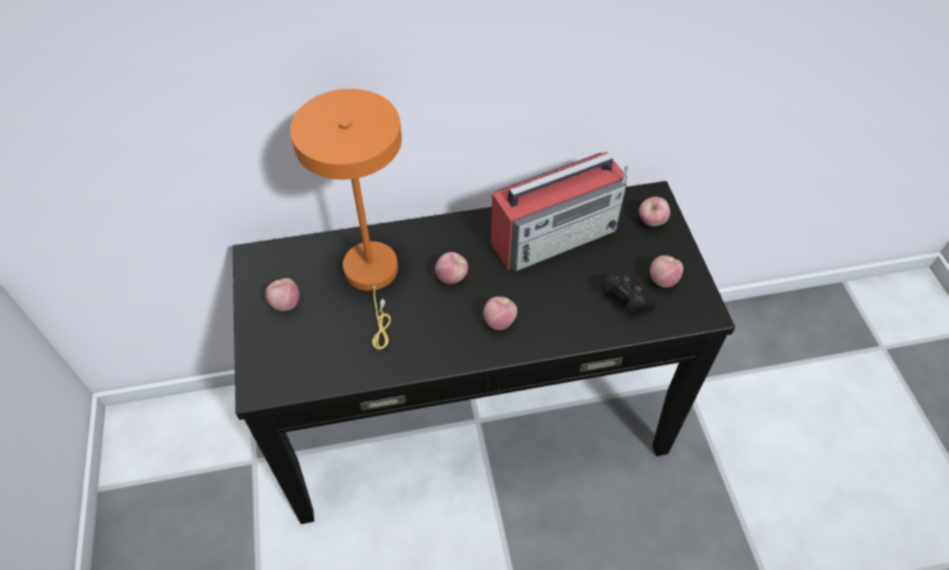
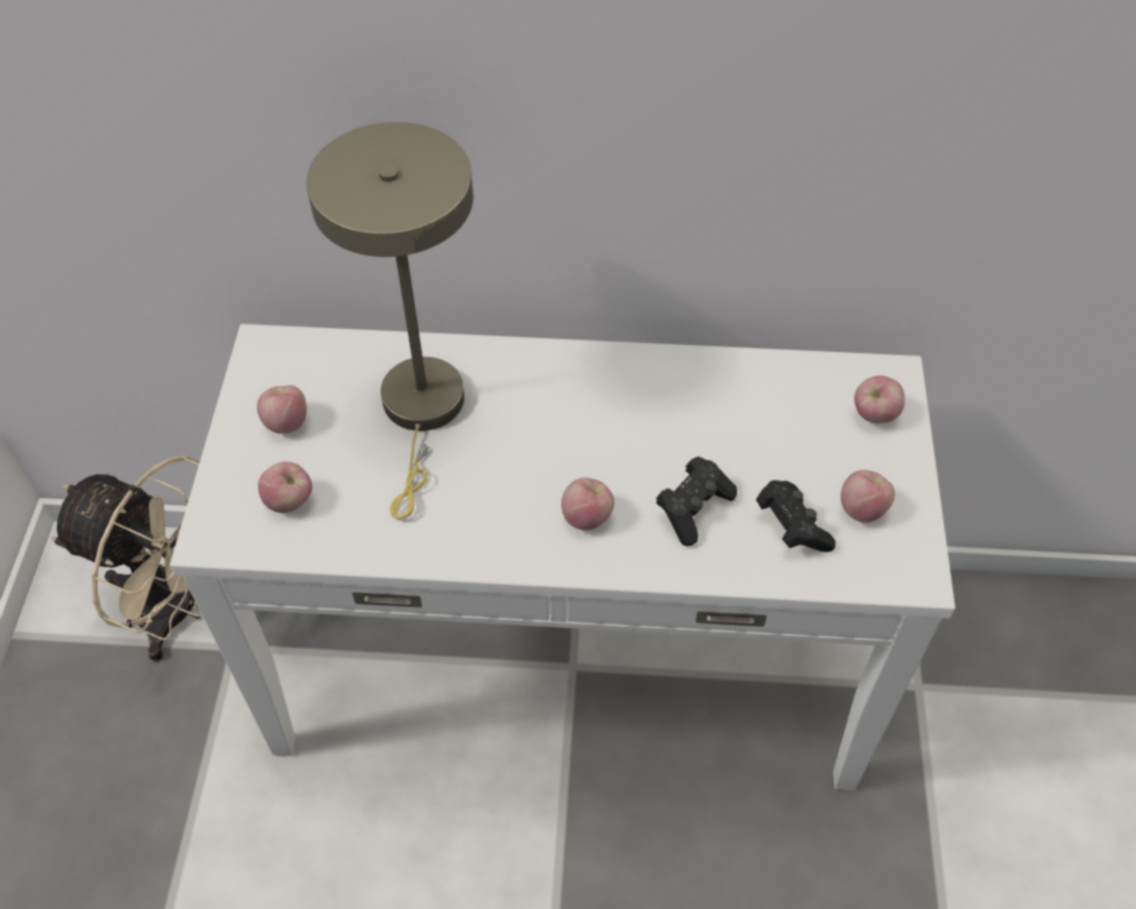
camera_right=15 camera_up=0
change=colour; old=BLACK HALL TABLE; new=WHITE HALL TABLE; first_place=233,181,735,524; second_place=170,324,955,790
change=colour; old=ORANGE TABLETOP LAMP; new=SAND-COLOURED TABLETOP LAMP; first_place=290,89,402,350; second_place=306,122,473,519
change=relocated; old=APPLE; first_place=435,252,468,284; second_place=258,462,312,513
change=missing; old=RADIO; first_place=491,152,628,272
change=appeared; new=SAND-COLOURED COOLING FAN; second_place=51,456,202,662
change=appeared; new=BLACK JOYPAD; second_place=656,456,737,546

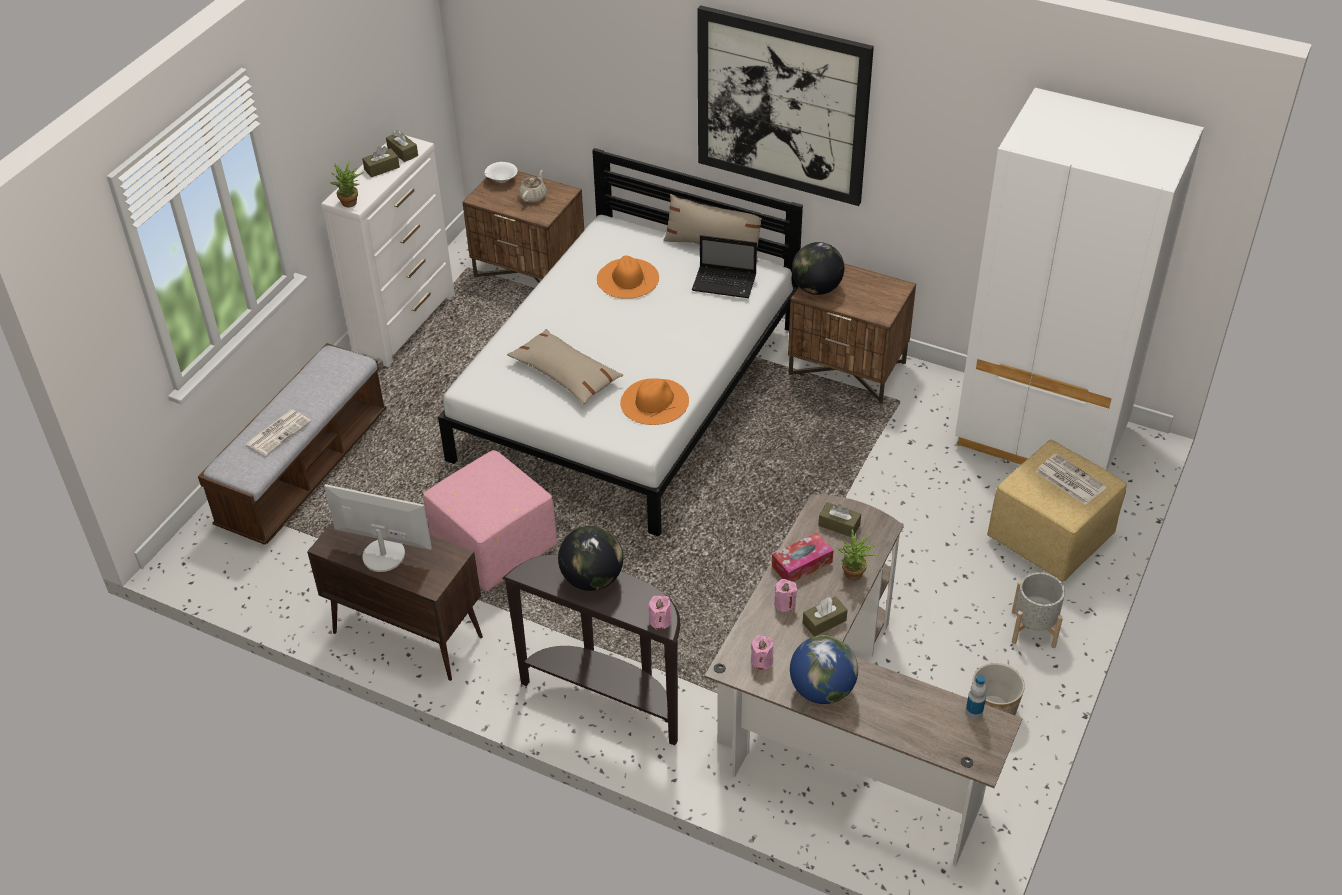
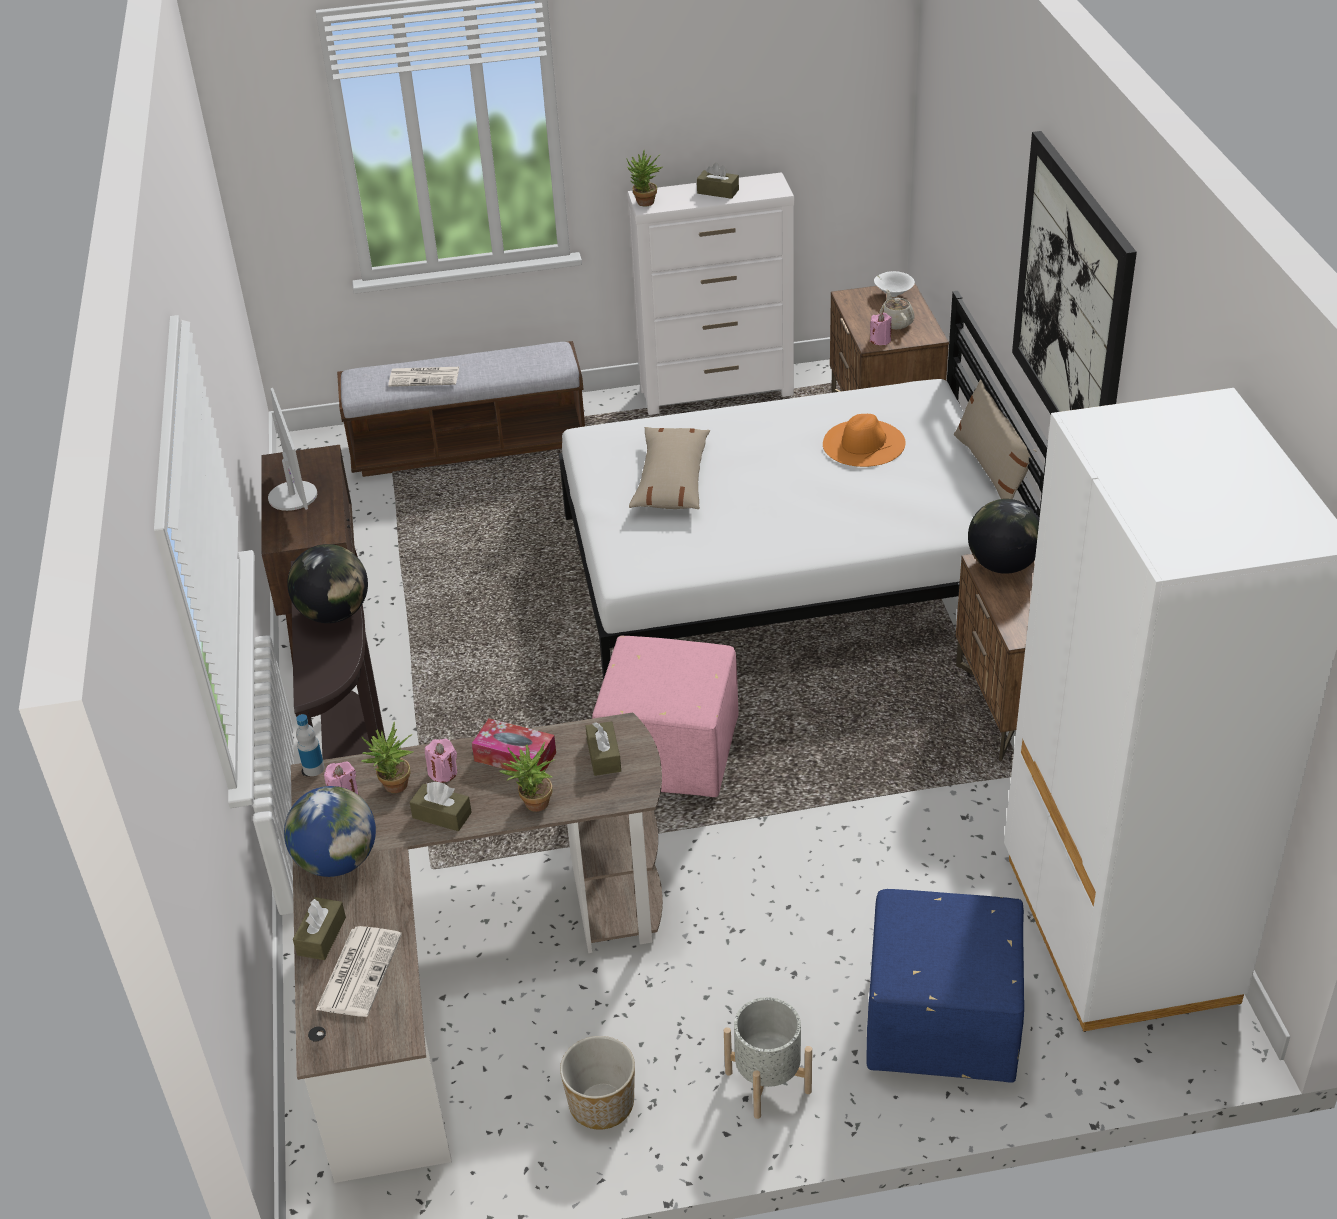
camera_right=55 camera_up=-5
change=relocated; old=BROWNISH BOX OF TISSUES; first_place=386,130,418,162; second_place=293,897,346,960
change=relocated; old=PINKISH OTTOMAN; first_place=423,450,557,591; second_place=592,635,739,797
change=spun; old=SAND-COLOURED TEAPOT; first_place=519,170,547,203; second_place=879,289,915,329; degrees=-90
change=missing; old=ORANGE CLOTHING HAT; first_place=620,378,689,425
change=relocated; old=PINKISH WAX LIGHT; first_place=648,596,672,630; second_place=870,313,892,345
change=missing; old=NOTEBOOK COMPUTER; first_place=692,235,757,298
change=relocated; old=BOTTLE; first_place=965,675,987,720; second_place=296,714,325,776
change=colour; old=YELLOWISH OTTOMAN; new=BLUE-COLOURED OTTOMAN; first_place=987,440,1127,581; second_place=866,889,1024,1083
change=relocated; old=PRINTED PAPER; first_place=1035,453,1107,505; second_place=316,926,402,1017
change=appeared; new=POTTED PLANT; second_place=361,722,414,793

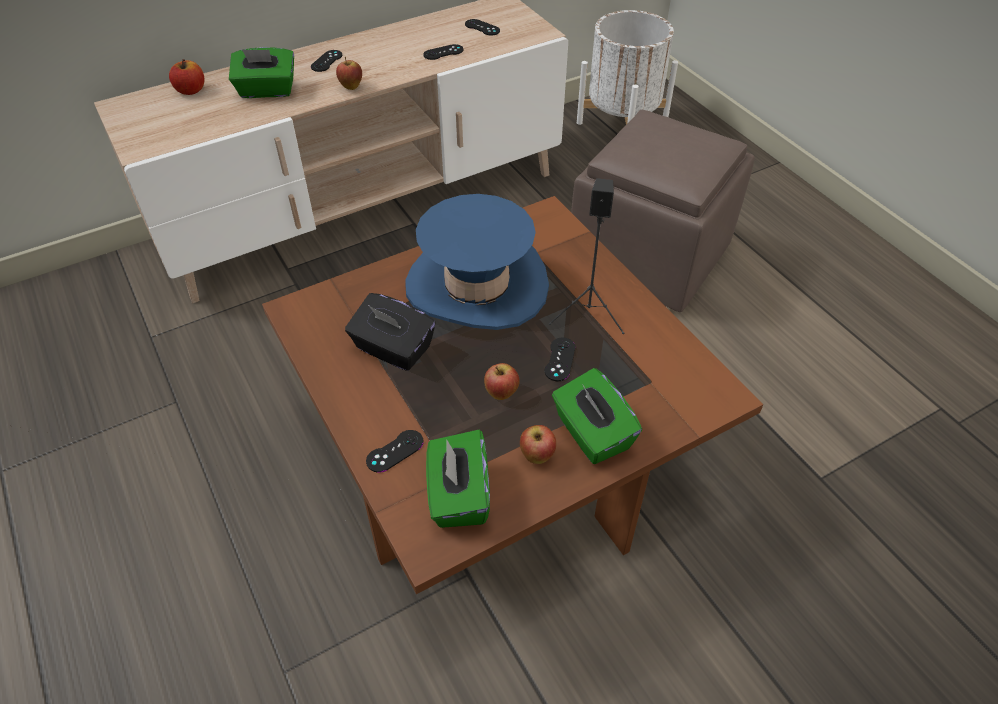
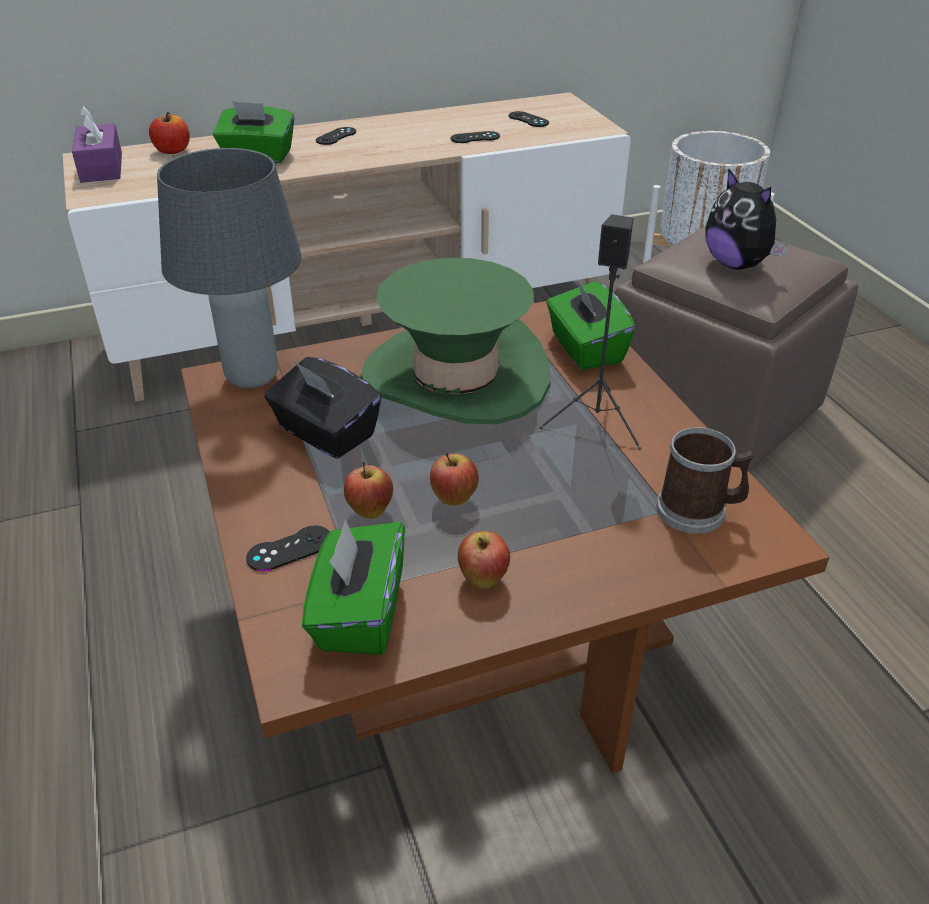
camera_right=10 camera_up=-10
change=relocated; old=APPLE; first_place=336,56,362,90; second_place=344,461,393,519
change=colour; old=BLUE-COLOURED CLOTHING HAT; new=GREEN CLOTHING HAT; first_place=405,194,549,330; second_place=361,258,550,424
change=missing; old=BLACK JOYPAD; first_place=545,337,575,381
change=relocated; old=GREEN BOX OF TISSUES; first_place=552,368,642,464; second_place=546,279,636,370
change=appeared; new=PURPLE-COLOURED BOX OF TISSUES; second_place=72,106,122,183
change=appeared; new=GREY TABLETOP LAMP; second_place=157,148,302,388
change=appeared; new=COFFEE MUG; second_place=656,427,754,534
change=appeared; new=CUDDLY TOY; second_place=705,168,788,270

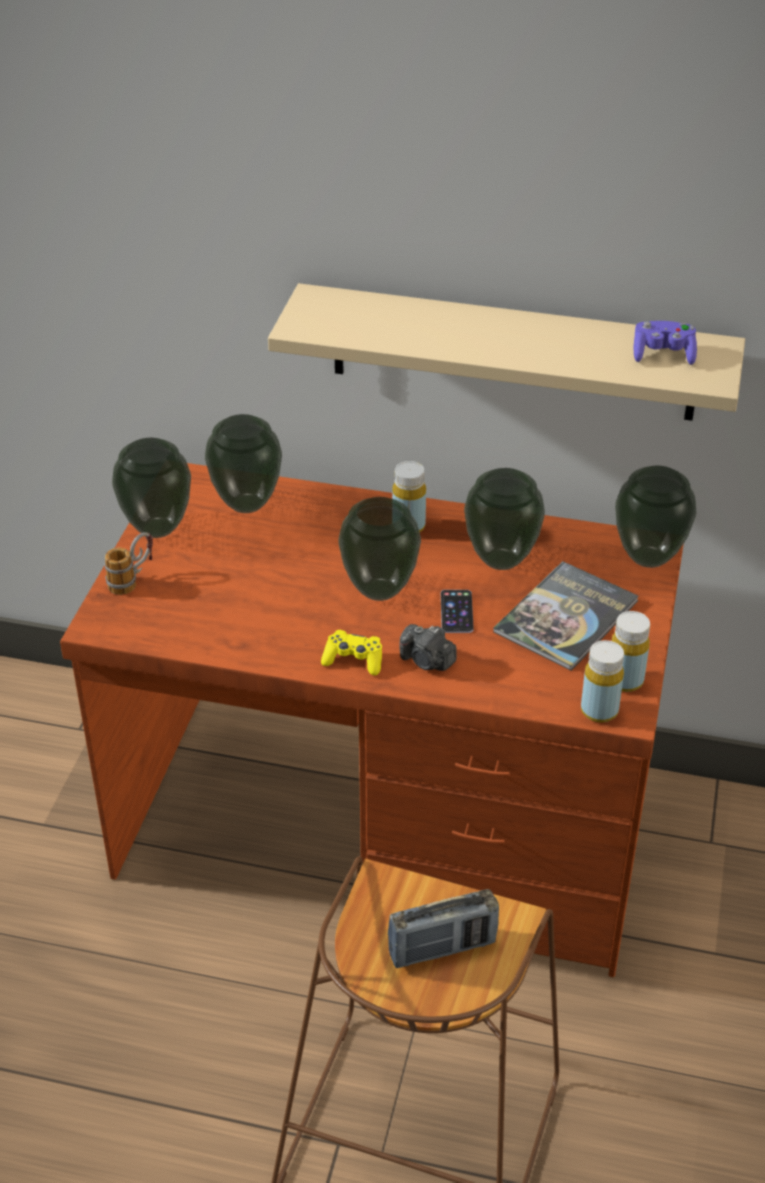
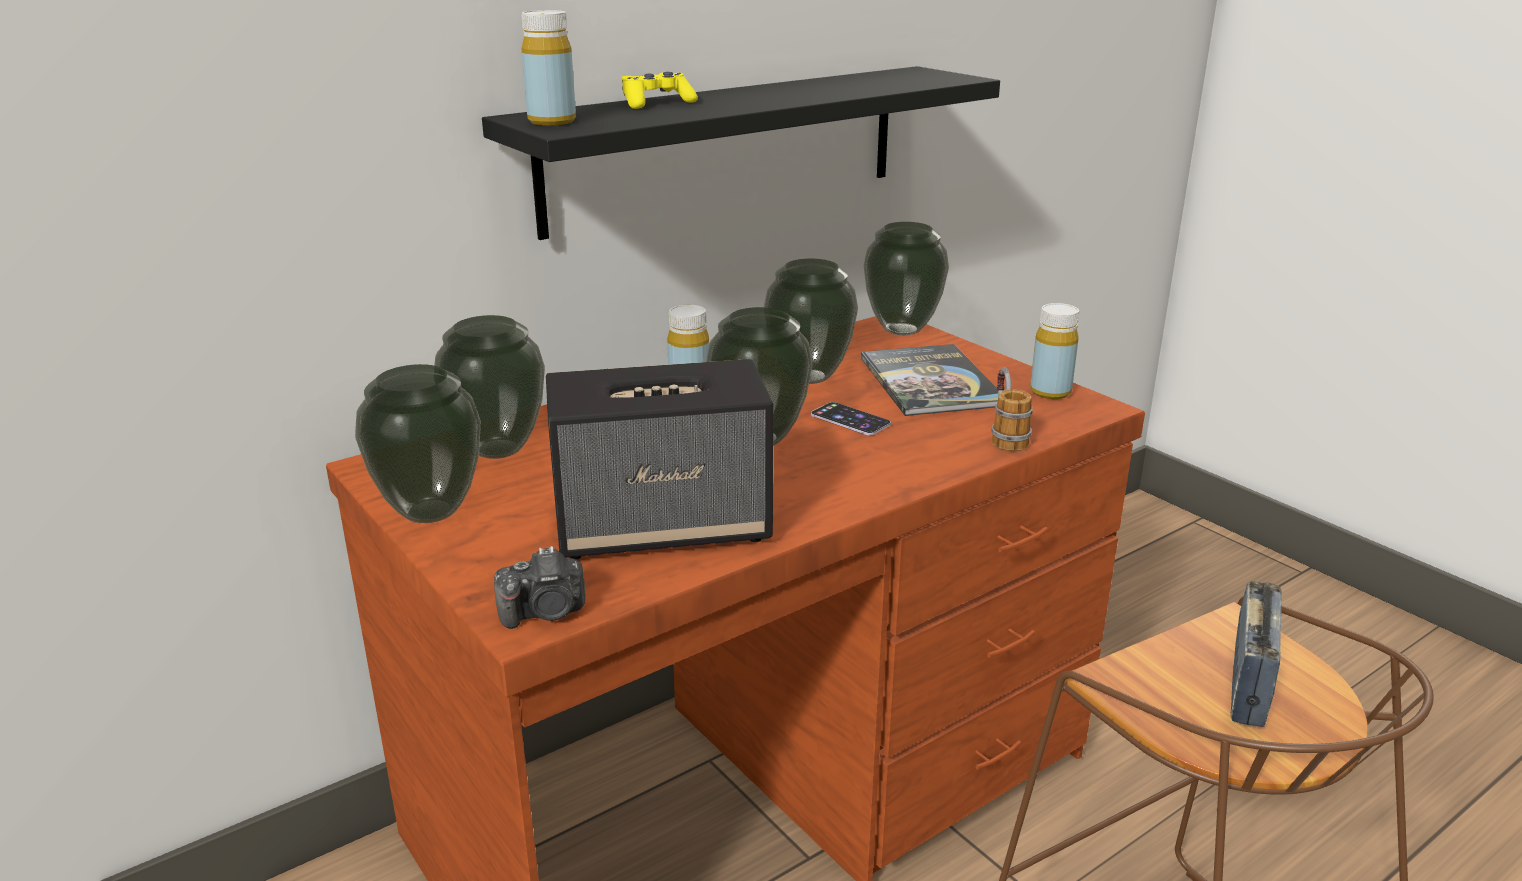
camera_right=-50 camera_up=-15
change=relocated; old=COFFEE MUG; first_place=104,532,153,595; second_place=991,367,1033,451
change=colour; old=SAND-COLOURED BRACKET SHELF; new=BLACK BRACKET SHELF; first_place=268,283,745,421; second_place=482,66,1000,240
change=relocated; old=YELLOWISH JOYPAD; first_place=321,630,382,676; second_place=622,72,698,109
change=relocated; old=STILL CAMERA; first_place=399,624,457,671; second_place=494,546,585,629
change=relocated; old=YELLOWISH BOTTLE; first_place=581,640,624,723; second_place=521,10,576,126
change=missing; old=PURPLE-COLOURED JOYPAD; first_place=633,321,697,365
change=appeared; new=LOUDSPEAKER; second_place=546,359,773,559

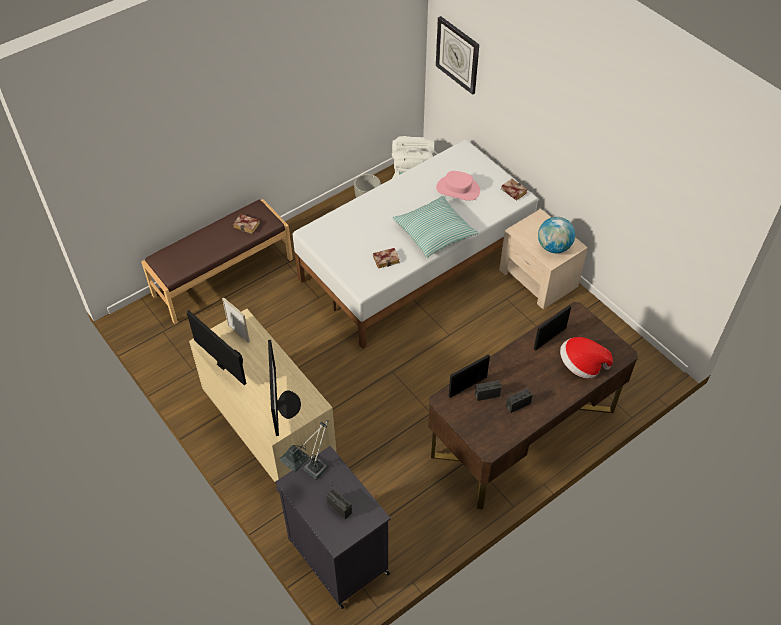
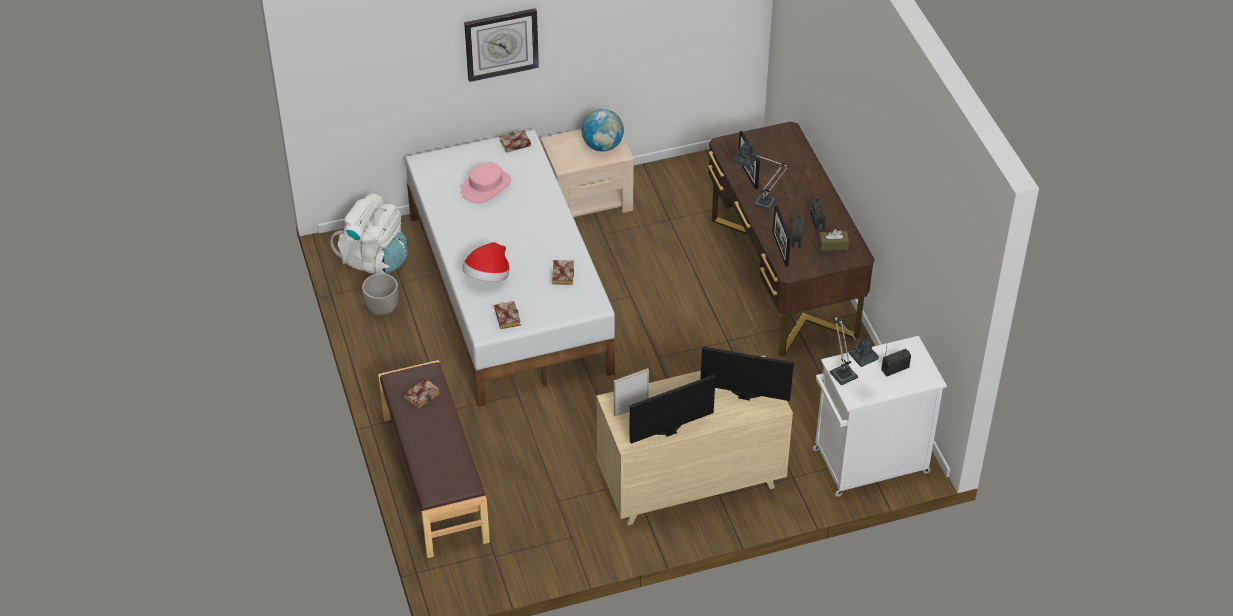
camera_right=-70 camera_up=-5
change=colour; old=BLACK CABINET; new=WHITE CABINET; first_place=275,446,391,609; second_place=812,336,947,497
change=missing; old=CUSHION; first_place=393,196,479,258
change=relocated; old=CLOCK ON THE WALL; first_place=436,16,479,95; second_place=464,8,539,82
change=relocated; old=CLOTHING HAT; first_place=560,337,613,378; second_place=462,242,510,282
change=appeared; new=BOOK; second_place=494,301,521,329
change=appeared; new=TABLETOP LAMP; second_place=732,142,789,211
change=appeared; new=BROWNISH BOX OF TISSUES; second_place=819,229,849,251

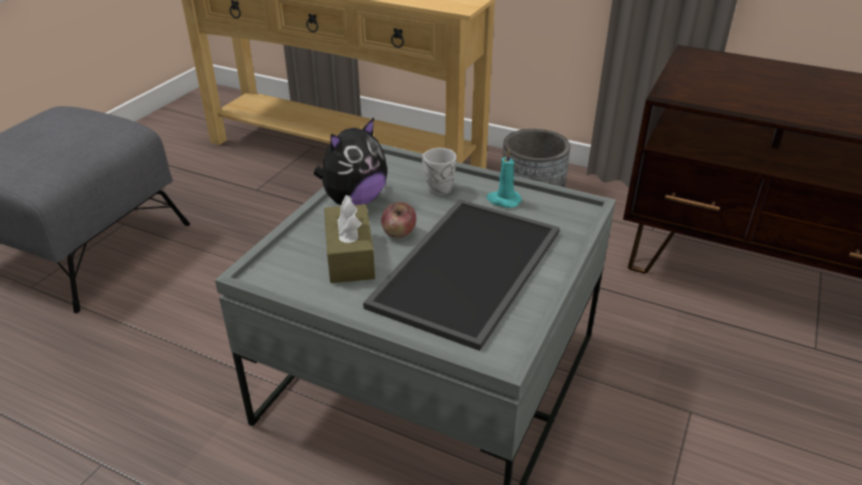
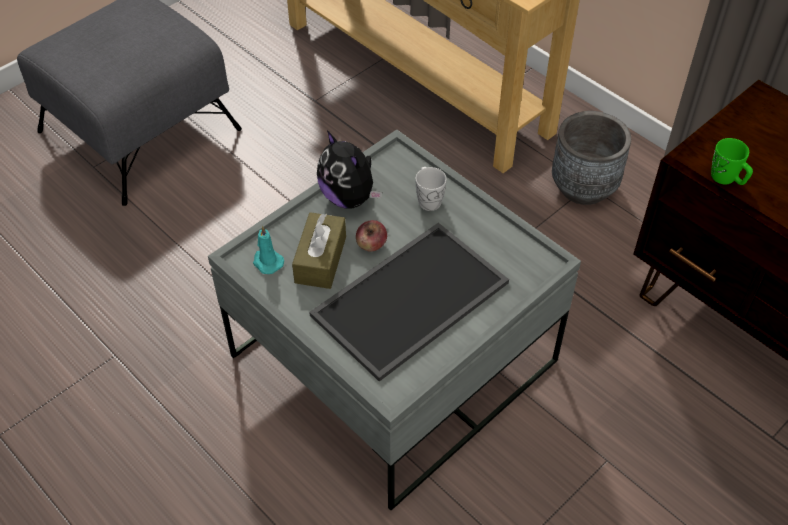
camera_right=20 camera_up=15
change=spun; old=CUDDLY TOY; first_place=314,117,387,205; second_place=317,130,382,209; degrees=75
change=relocated; old=BLUE-GREEN WAX LIGHT; first_place=487,149,522,208; second_place=253,226,284,274
change=appeared; new=GREEN COFFEE MUG; second_place=711,138,753,185

